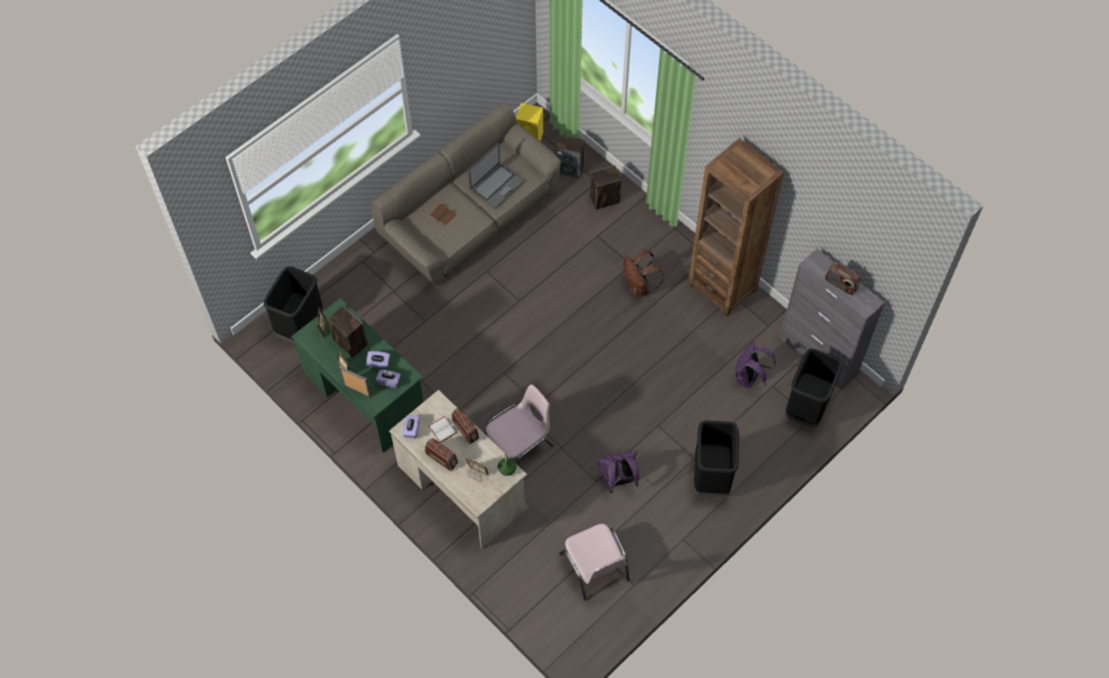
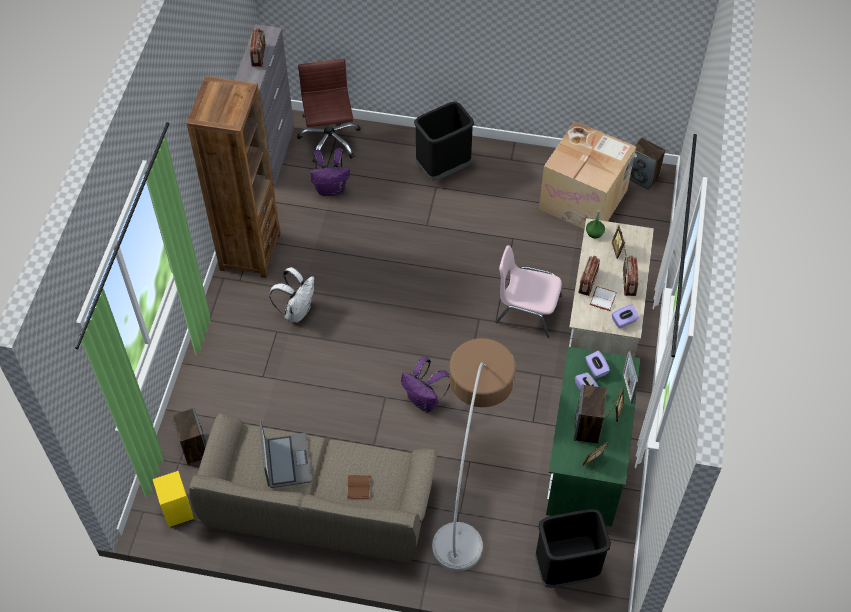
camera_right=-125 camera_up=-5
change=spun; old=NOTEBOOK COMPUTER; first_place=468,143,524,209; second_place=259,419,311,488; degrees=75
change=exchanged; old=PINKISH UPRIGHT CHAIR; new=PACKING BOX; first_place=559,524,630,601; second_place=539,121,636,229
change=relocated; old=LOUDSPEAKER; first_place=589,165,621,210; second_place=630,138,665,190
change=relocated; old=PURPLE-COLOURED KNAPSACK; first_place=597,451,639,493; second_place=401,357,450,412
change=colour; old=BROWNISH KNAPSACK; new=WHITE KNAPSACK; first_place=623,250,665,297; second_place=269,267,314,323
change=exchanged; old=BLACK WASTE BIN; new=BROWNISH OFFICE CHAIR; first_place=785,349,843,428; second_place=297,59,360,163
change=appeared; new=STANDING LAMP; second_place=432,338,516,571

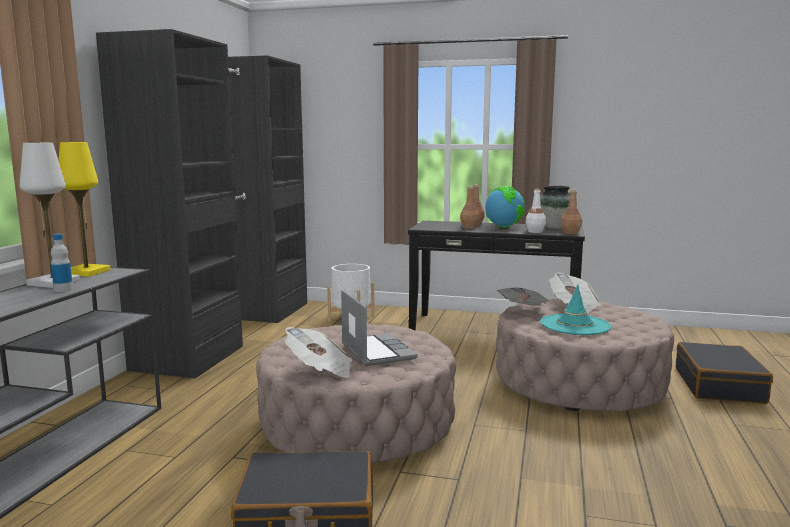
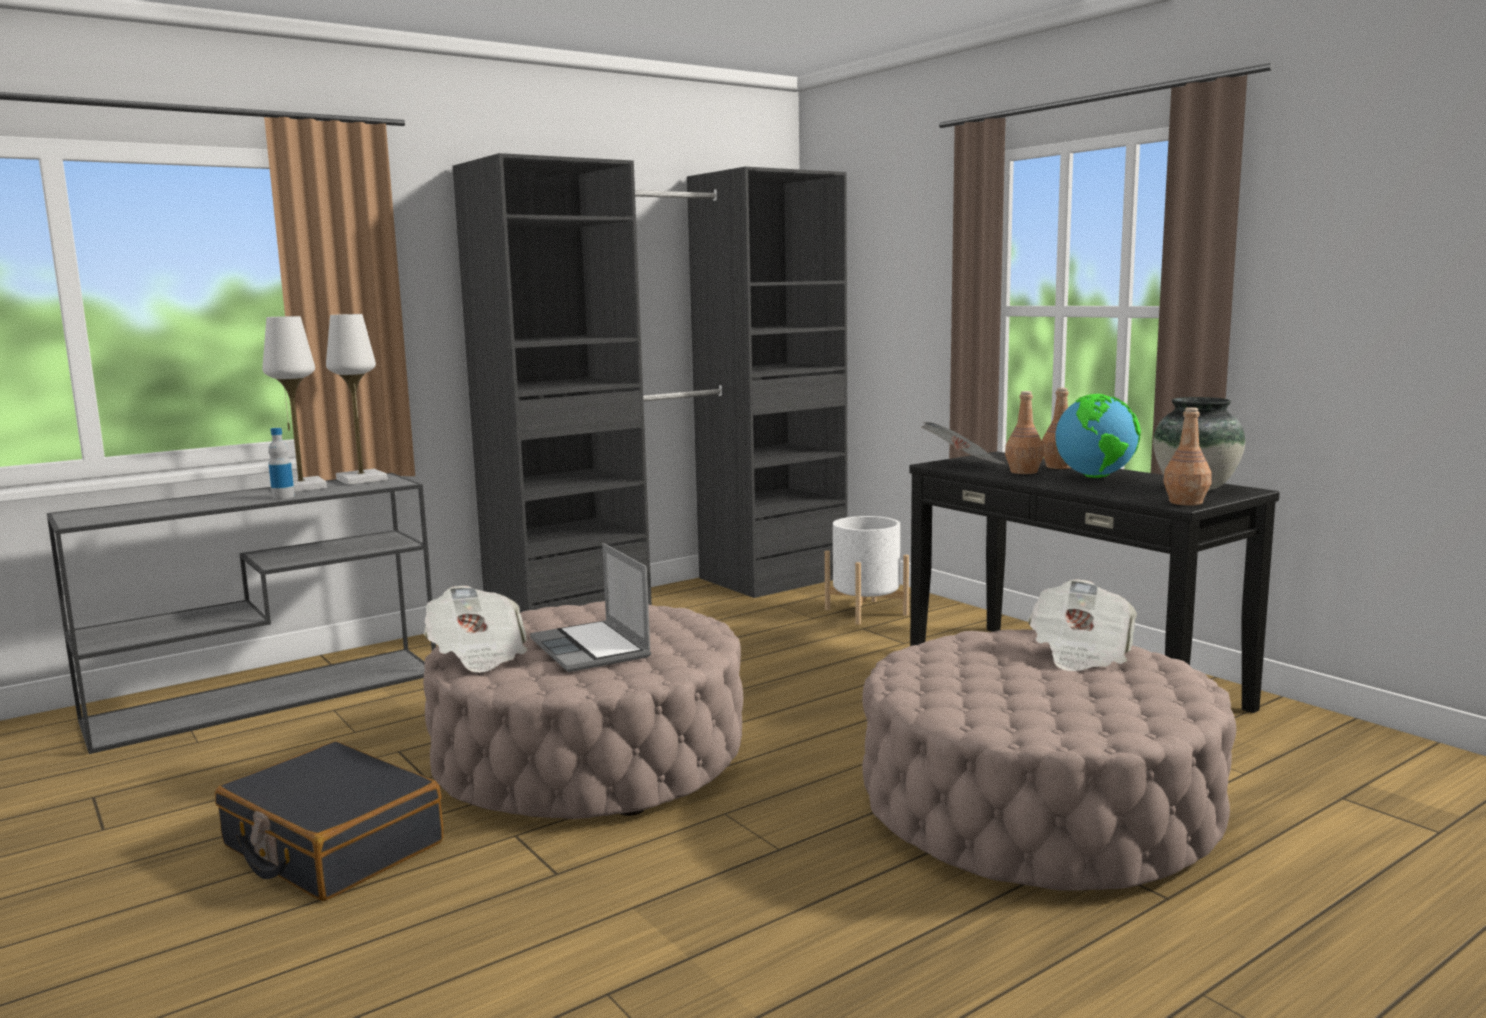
camera_right=40 camera_up=0
change=colour; old=YELLOWISH TABLETOP LAMP; new=WHITE TABLETOP LAMP; first_place=58,142,111,277; second_place=326,314,387,485
change=spun; old=NOTEBOOK COMPUTER; first_place=341,290,418,366; second_place=530,543,651,672; degrees=135
change=relocated; old=PRINTED PAPER; first_place=497,288,548,306; second_place=921,422,1004,464
change=missing; old=WHITE BOTTLE; first_place=526,189,546,233
change=missing; old=BLUE-GREEN CLOTHING HAT; first_place=540,284,611,335
change=missing; old=BLACK TRAVEL CASE; first_place=676,342,773,404

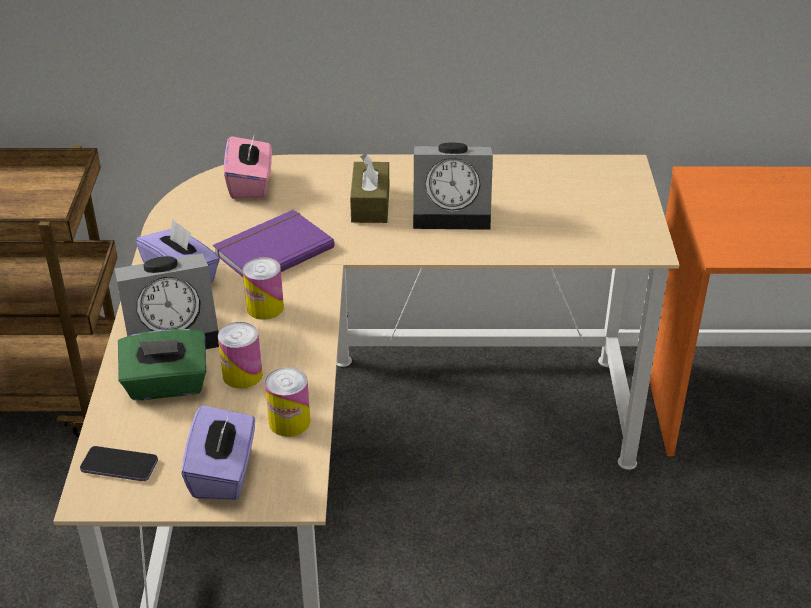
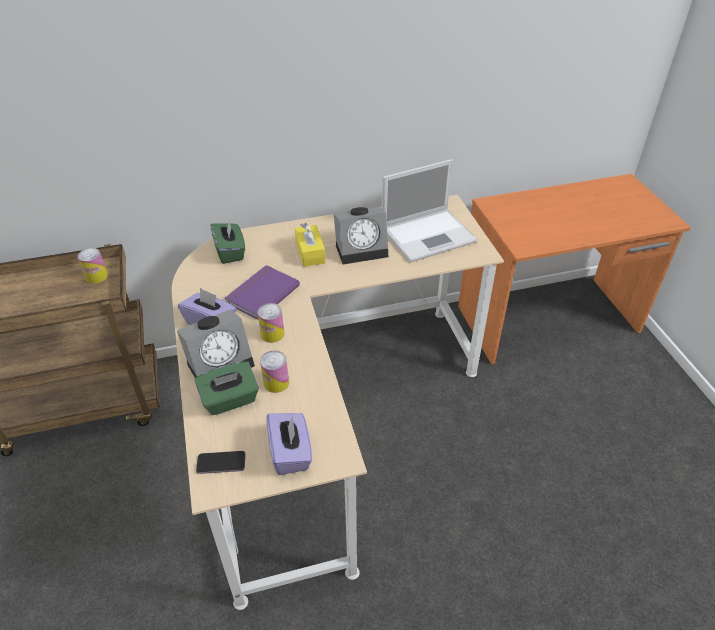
camera_right=-15 camera_up=5
change=colour; old=PINKISH BOX OF TISSUES; new=GREEN BOX OF TISSUES; first_place=224,131,272,199; second_place=211,218,245,264
change=relocated; old=SEALED CAN; first_place=265,367,310,437; second_place=77,248,108,284
change=colour; old=BROWNISH BOX OF TISSUES; new=YELLOWISH BOX OF TISSUES; first_place=350,154,389,223; second_place=295,223,326,267
change=appeared; new=NOTEBOOK COMPUTER; second_place=382,159,478,263

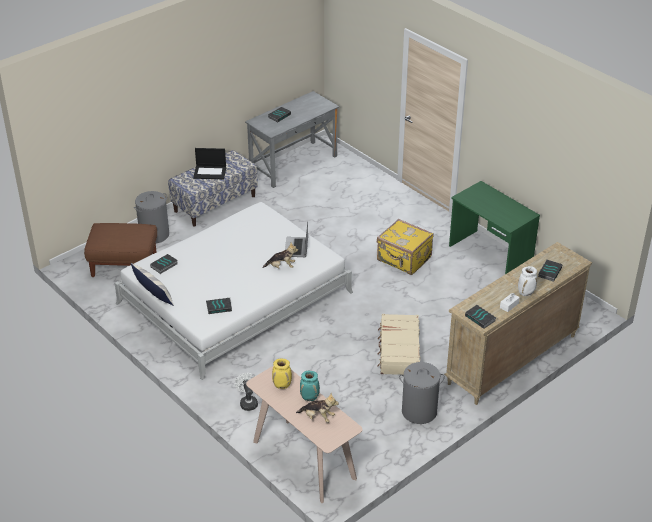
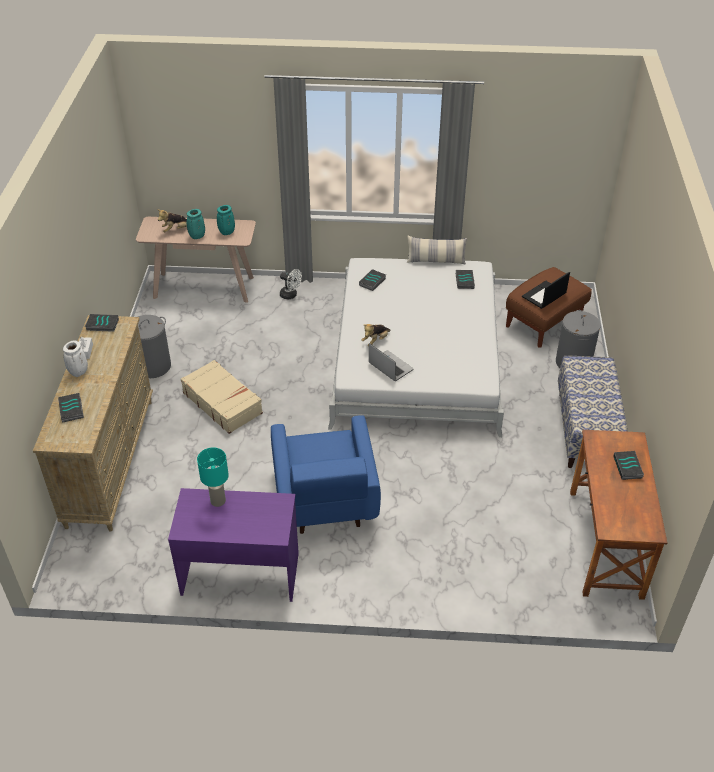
camera_right=135 camera_up=5
change=relocated; old=NOTEBOOK COMPUTER; first_place=193,148,226,179; second_place=522,272,570,309
change=colour; old=GREY DESK TABLE; new=BROWNISH DESK TABLE; first_place=245,91,339,188; second_place=570,430,667,600
change=colour; old=YELLOWISH FLOWER VASE; new=BLUE-GREEN FLOWER VASE; first_place=272,359,292,389; second_place=217,205,235,235
change=exchanged; old=YELLOWISH TRAVEL CASE; new=BLUE-COLOURED EASY CHAIR; first_place=377,219,434,275; second_place=271,415,381,534
change=colour; old=GREEN DESK TABLE; new=PURPLE-COLOURED DESK TABLE; first_place=449,181,540,274; second_place=168,488,299,602
change=appeared; new=BLUE-GREEN TABLETOP LAMP; second_place=197,447,229,507

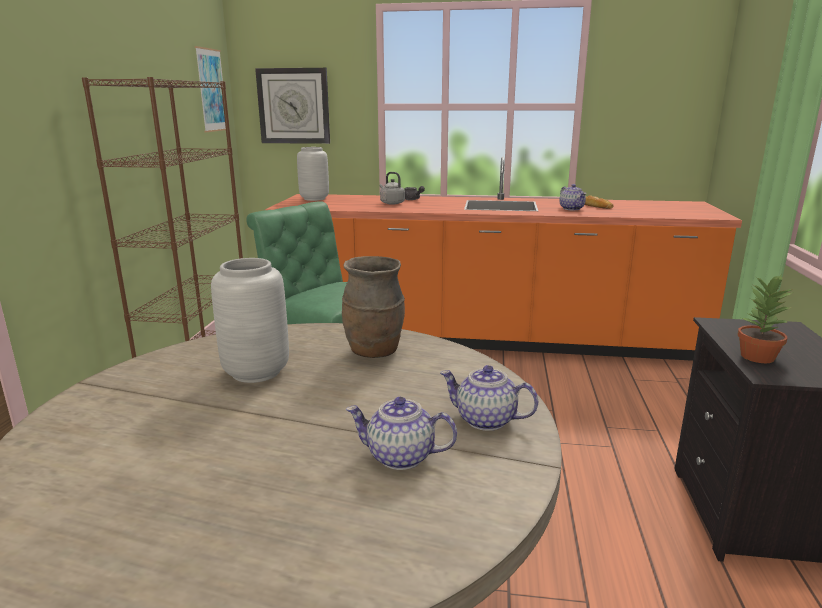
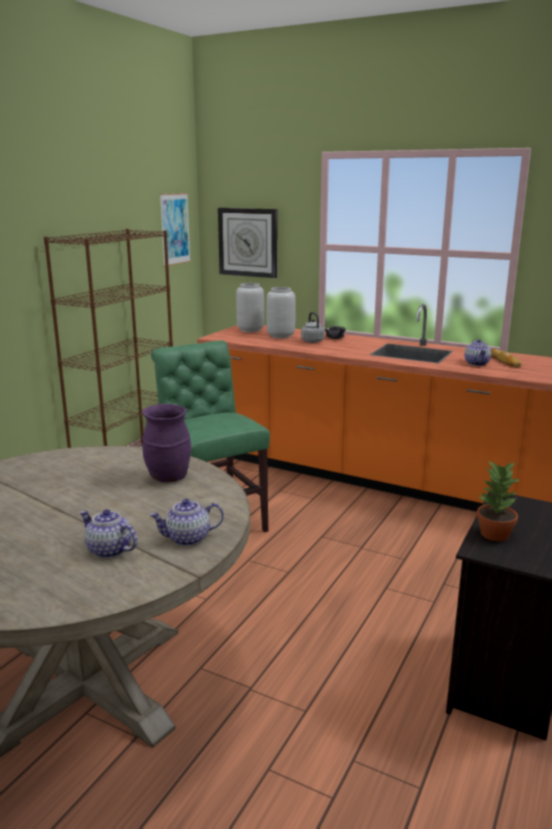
camera_right=20 camera_up=0
change=relocated; old=GREY FLOWER VASE; first_place=211,258,289,383; second_place=267,287,296,338
change=colour; old=BROWNISH FLOWER VASE; new=PURPLE-COLOURED FLOWER VASE; first_place=342,256,405,358; second_place=142,404,191,482
change=spun; old=TEAPOT; first_place=440,365,538,431; second_place=149,499,224,546; degrees=-60

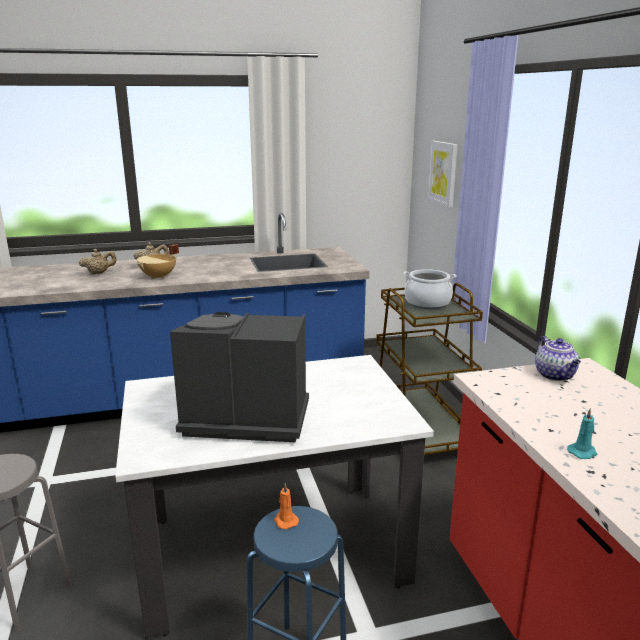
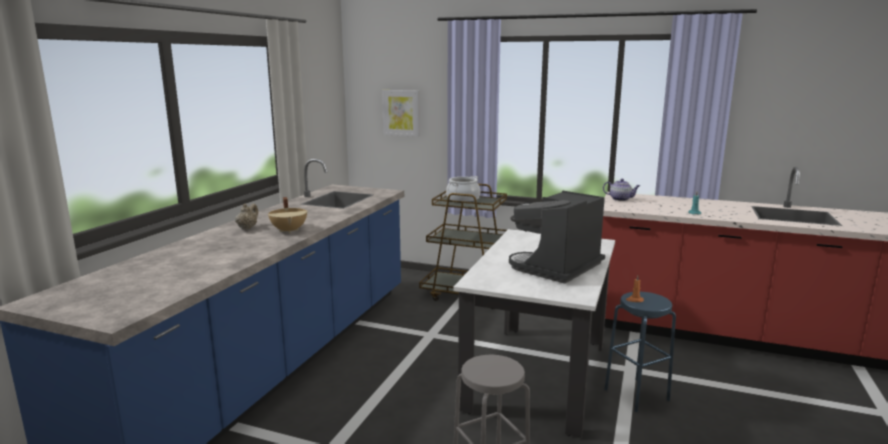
camera_right=-55 camera_up=-5
change=missing; old=SAND-COLOURED TEAPOT; first_place=79,249,117,274

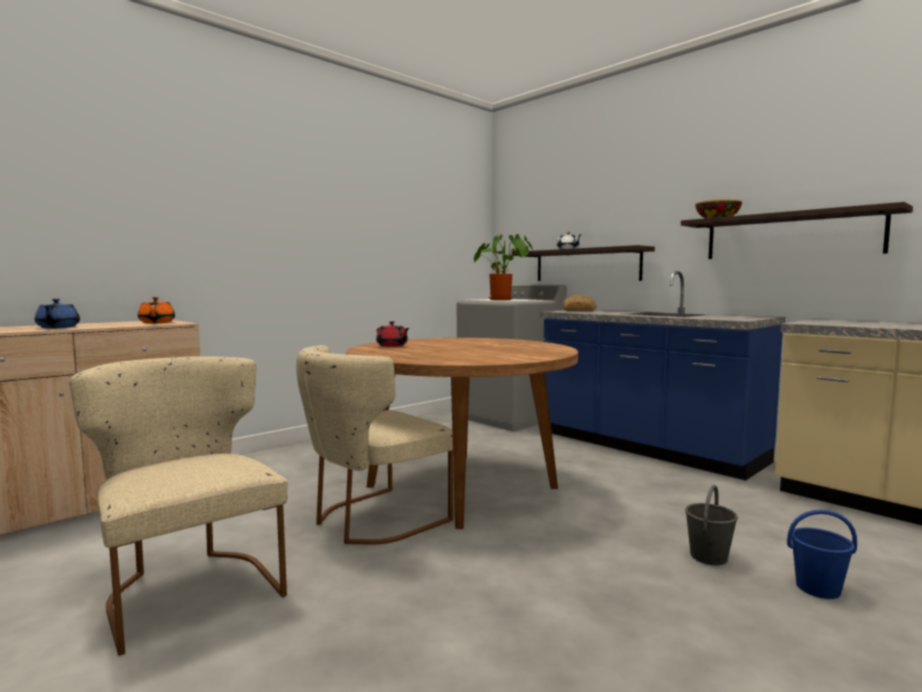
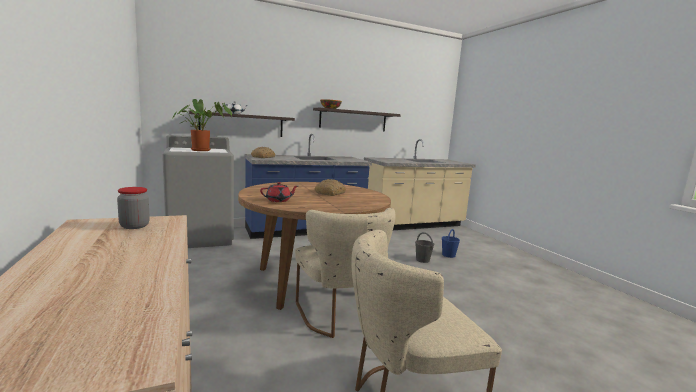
camera_right=-70 camera_up=5
change=missing; old=BLUE-COLOURED TEAPOT; first_place=35,299,80,328
change=exchanged; old=ORANGE TEAPOT; new=PRESERVE JAR; first_place=138,297,175,323; second_place=117,187,150,229
change=appeared; new=BREAD; second_place=315,179,346,196

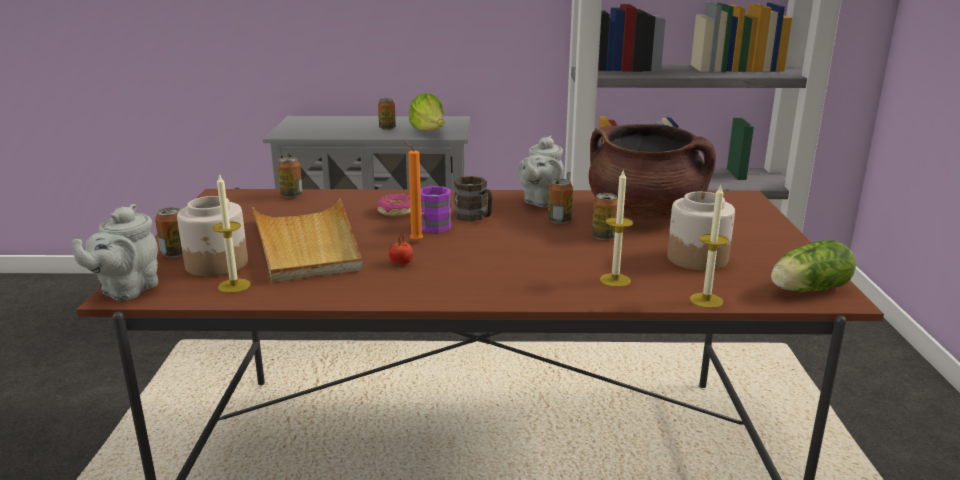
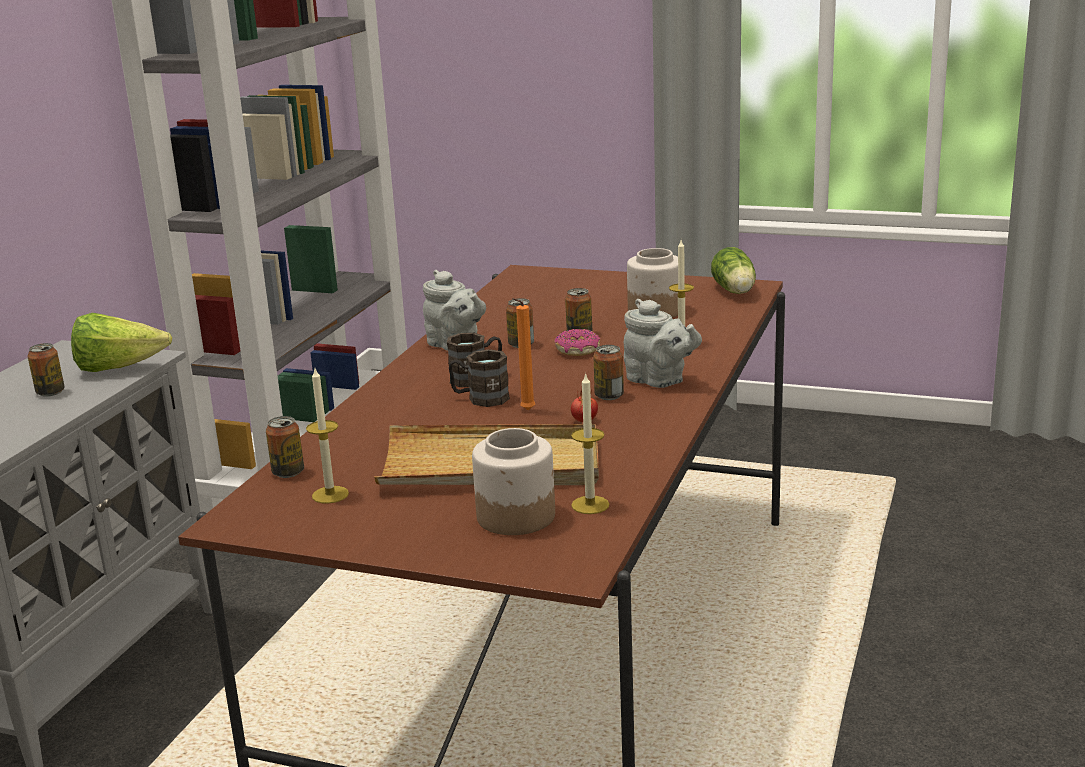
camera_right=-70 camera_up=0
change=relocated; old=GREY TEAPOT; first_place=72,204,158,301; second_place=624,299,702,388
change=relocated; old=SEALED CAN; first_place=155,207,183,258; second_place=593,345,624,400
change=relocated; old=DONUT; first_place=376,193,410,216; second_place=554,329,600,356
change=colour; old=PURPLE-COLOURED COFFEE MUG; new=BROWNISH COFFEE MUG; first_place=420,186,452,233; second_place=449,349,510,407
change=missing; old=BROWNISH COOKING POT; first_place=589,124,716,220
change=relocated; old=WAX LIGHT; first_place=690,185,729,308; second_place=306,369,349,504

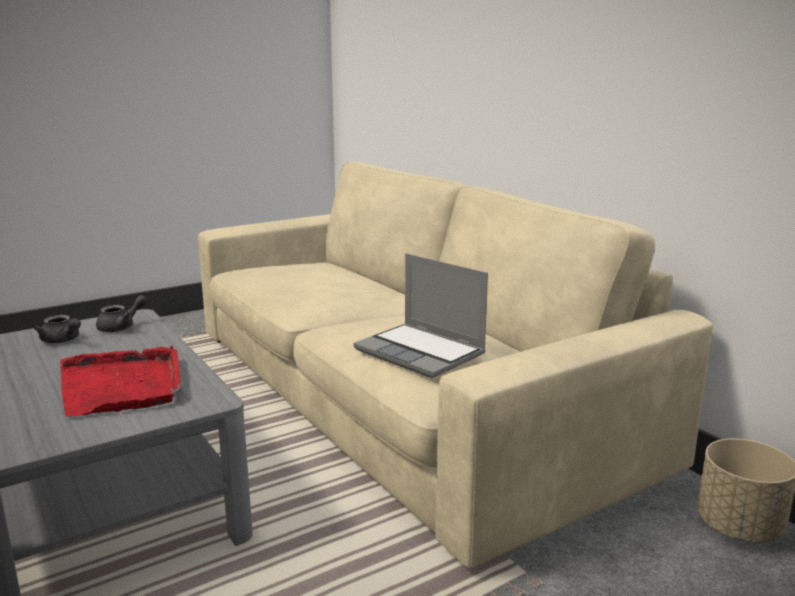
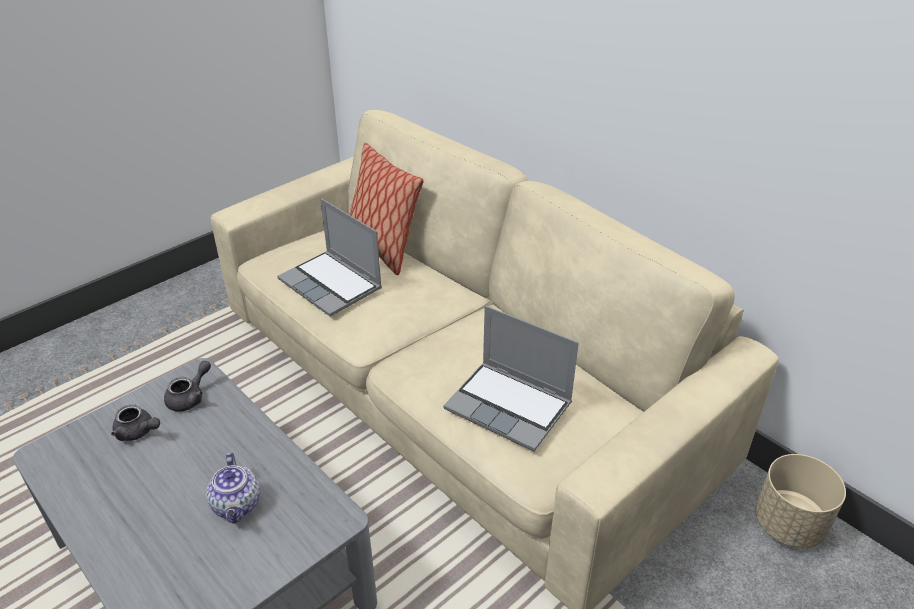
camera_right=-10 camera_up=20
change=exchanged; old=RED TRAY; new=TEAPOT; first_place=60,346,181,417; second_place=206,453,260,524
change=appeared; new=NOTEBOOK COMPUTER; second_place=277,198,382,317
change=appeared; new=CUSHION; second_place=349,143,424,275

